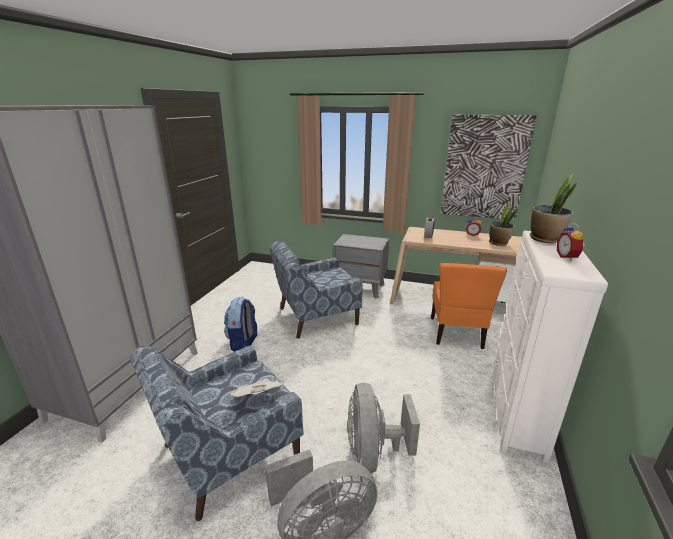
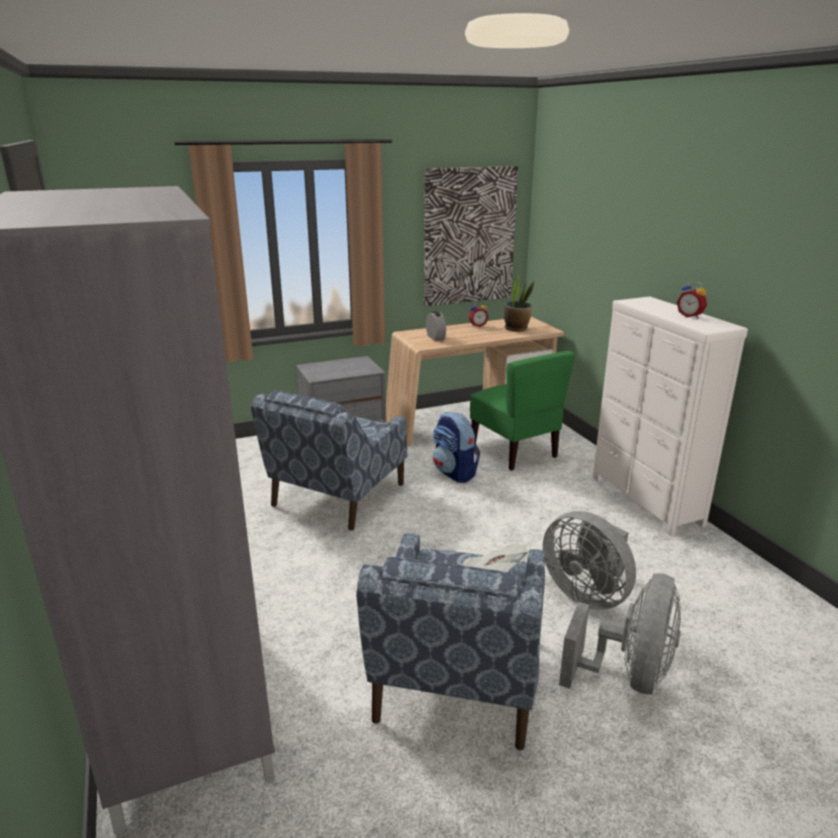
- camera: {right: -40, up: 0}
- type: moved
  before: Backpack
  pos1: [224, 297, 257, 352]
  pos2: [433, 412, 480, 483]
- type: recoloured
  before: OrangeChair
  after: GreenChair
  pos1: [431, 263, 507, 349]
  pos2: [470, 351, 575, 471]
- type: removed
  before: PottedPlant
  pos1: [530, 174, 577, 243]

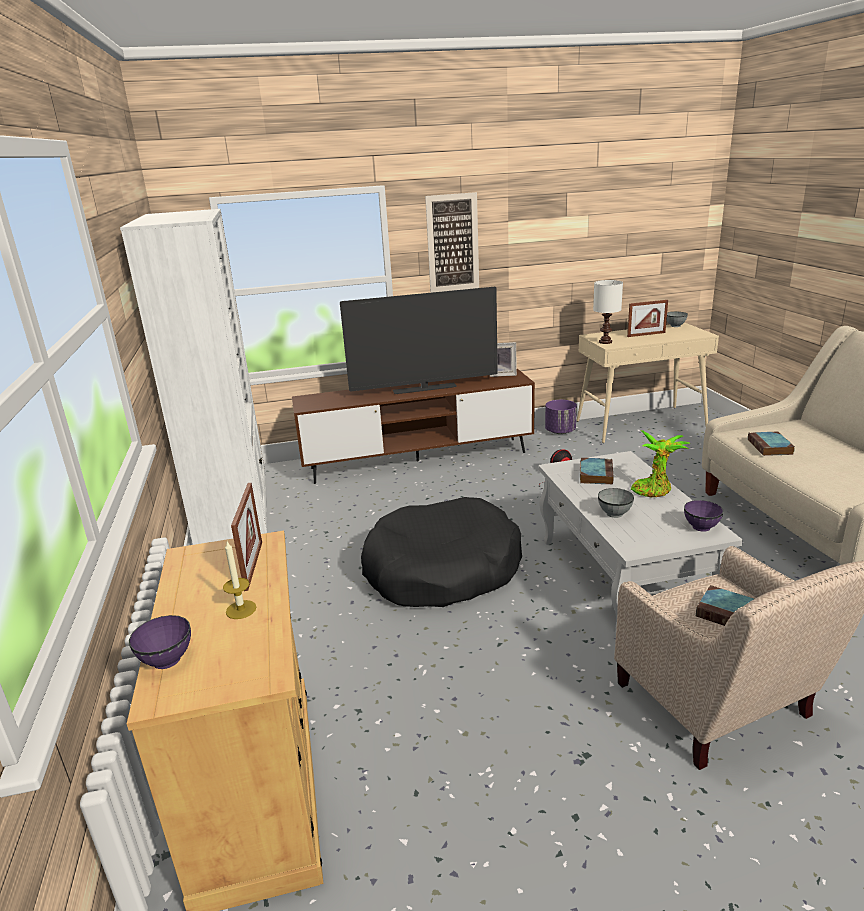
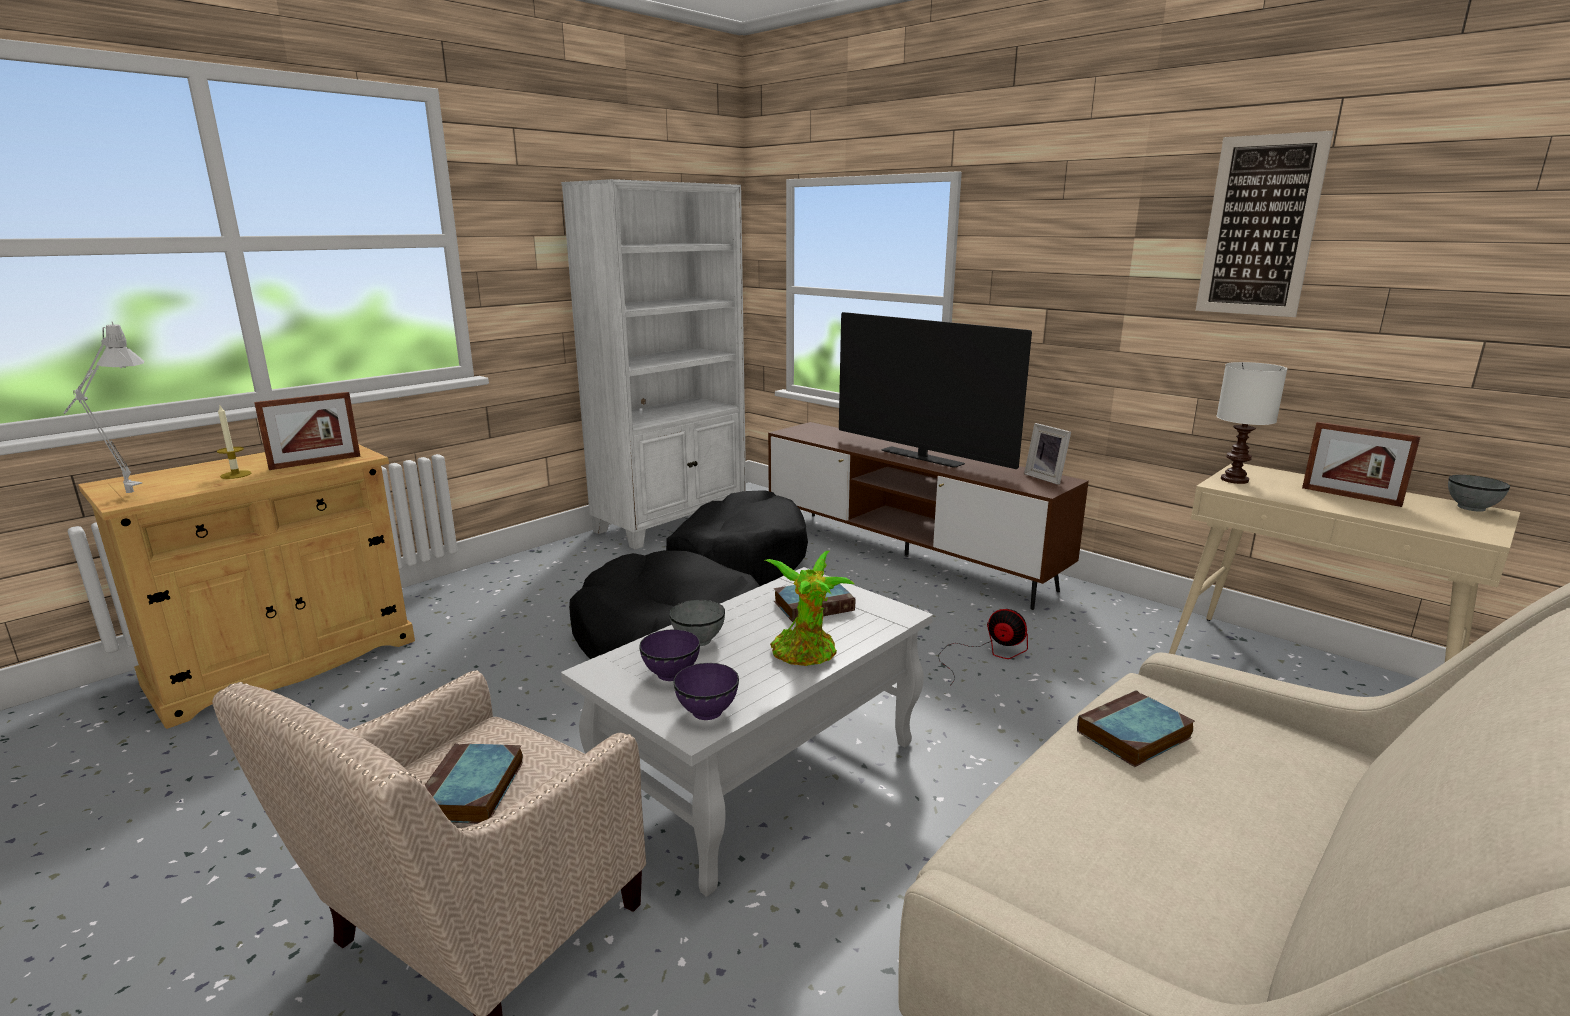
- camera: {right: 55, up: -5}
- type: added
  after: GreyTableLamp
  pos2: [64, 322, 144, 494]
- type: moved
  before: PurpleBowl
  pos1: [129, 615, 191, 669]
  pos2: [639, 629, 700, 681]
- type: added
  after: BlackDogBed
  pos2: [666, 490, 808, 586]
- type: moved
  before: Picture
  pos1: [425, 192, 479, 293]
  pos2: [1195, 131, 1333, 317]
- type: removed
  before: PurplePlanter
  pos1: [545, 400, 577, 434]

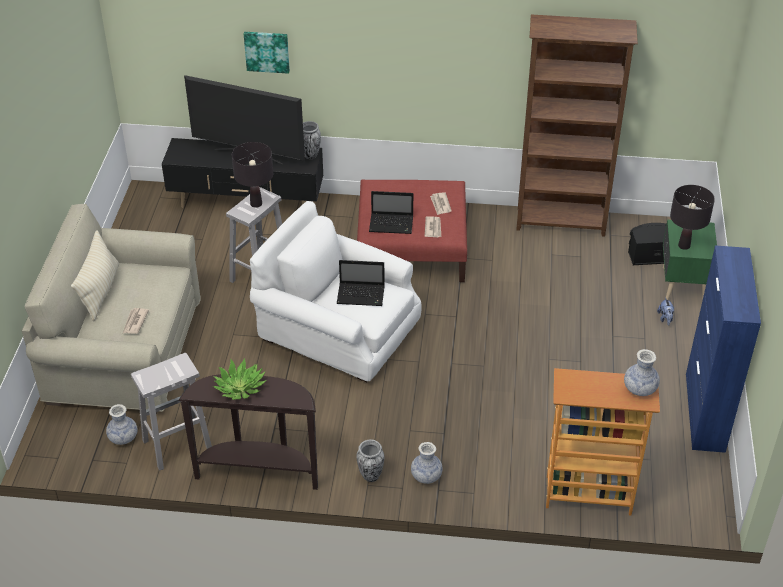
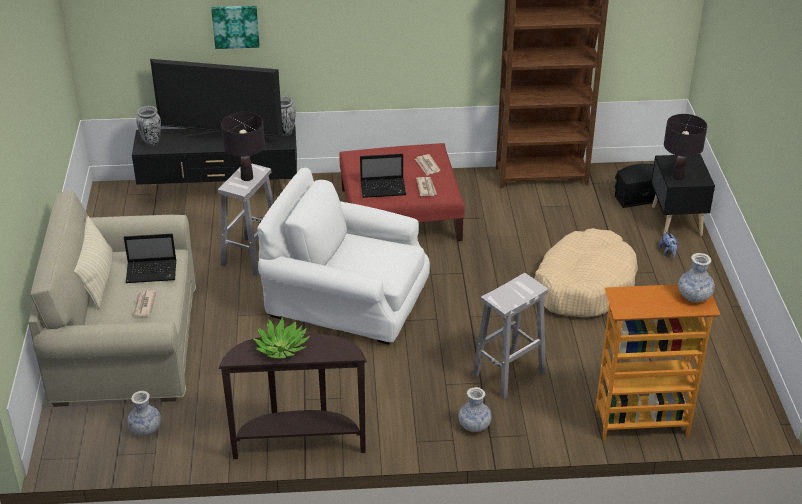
- camera: {right: -10, up: -5}
- type: moved
  before: Laptop
  pos1: [337, 260, 385, 306]
  pos2: [124, 234, 176, 283]
- type: moved
  before: Vase
  pos1: [356, 439, 384, 482]
  pos2: [136, 106, 161, 146]
- type: moved
  before: WhiteStool
  pos1: [131, 353, 212, 471]
  pos2: [472, 273, 548, 399]
- type: added
  after: BeigeDogBed
  pos2: [534, 228, 638, 317]
- type: recoloured
  before: GreenNightstand
  after: BlackNightstand
  pos1: [663, 220, 717, 301]
  pos2: [651, 154, 715, 236]
- type: removed
  before: BlueCabinet
  pos1: [686, 245, 761, 453]

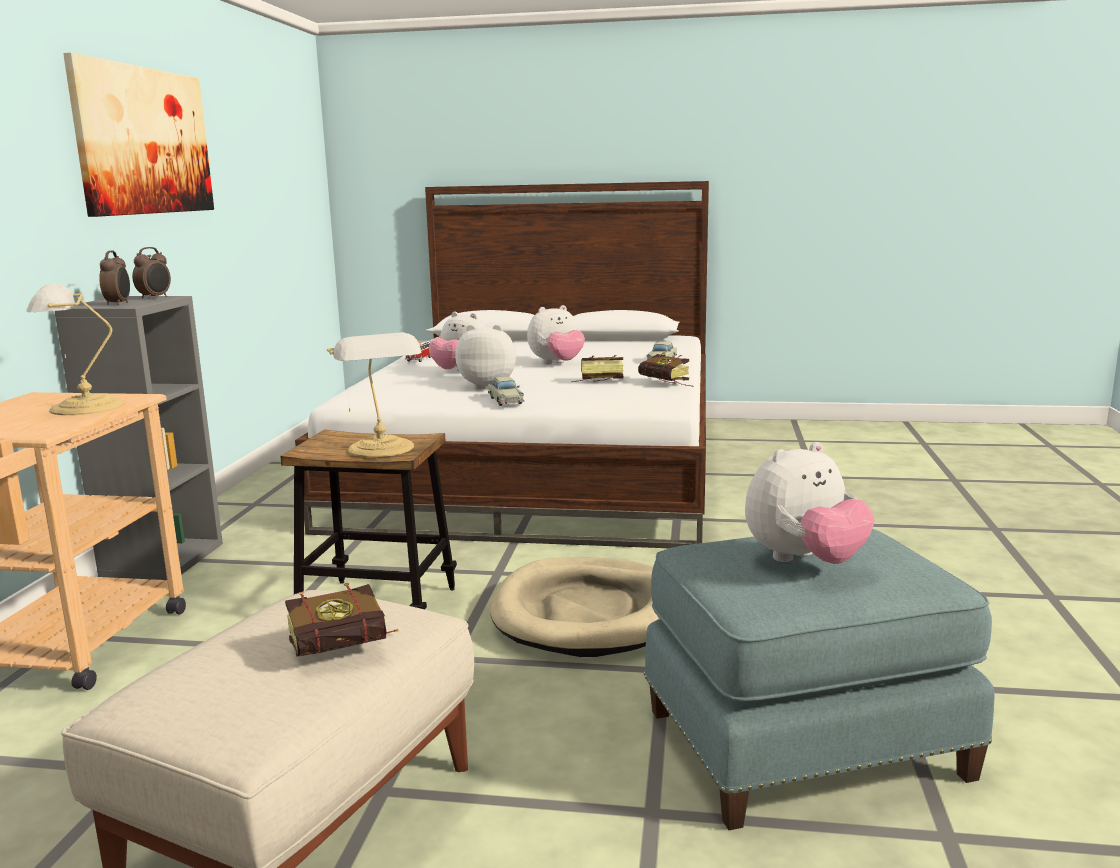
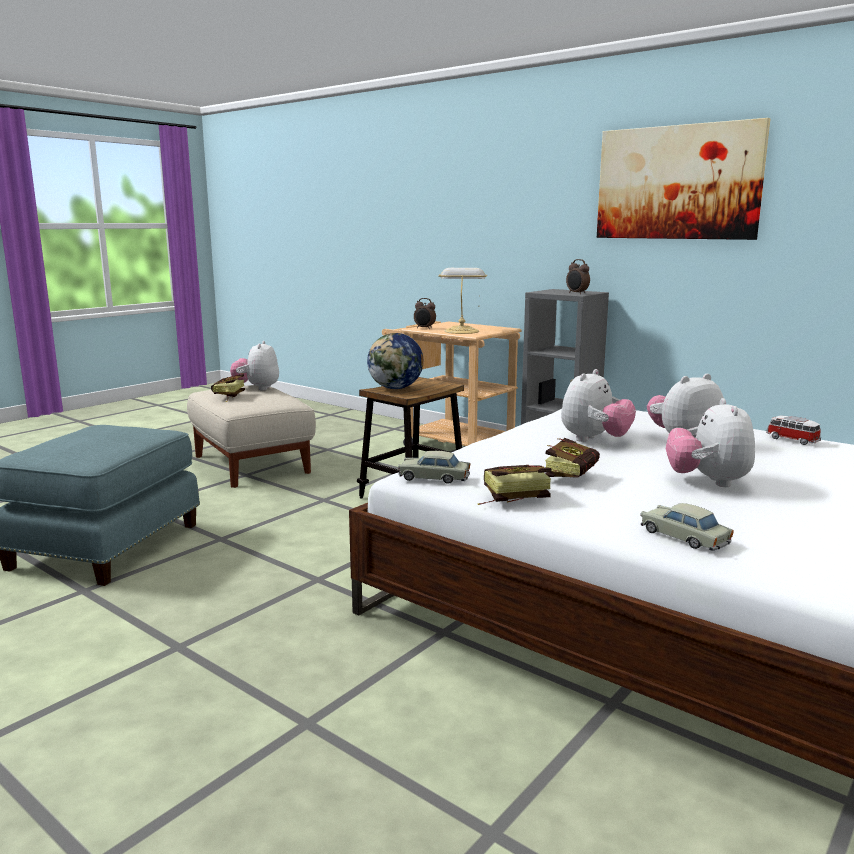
- camera: {right: 120, up: 0}
- type: moved
  before: PlushToy
  pos1: [745, 442, 875, 564]
  pos2: [230, 341, 279, 390]
- type: replaced
  before: TableLamp
  after: Globe
  pos1: [327, 332, 423, 457]
  pos2: [367, 333, 424, 389]
- type: moved
  before: BeigeToyCar
  pos1: [488, 377, 524, 406]
  pos2: [398, 451, 470, 484]
- type: moved
  before: AlarmClock
  pos1: [99, 251, 130, 305]
  pos2: [414, 298, 436, 329]
- type: removed
  before: BeigeDogBed
  pos1: [490, 557, 660, 657]

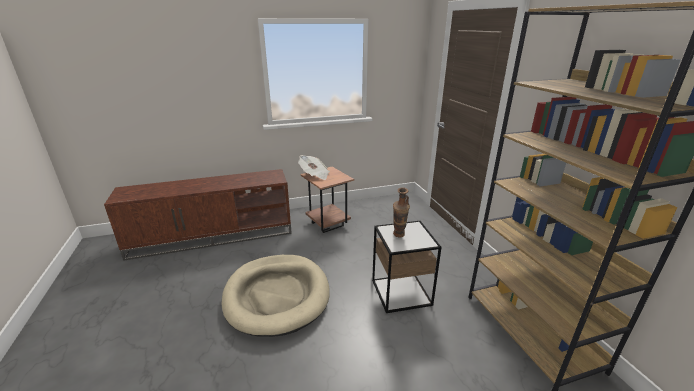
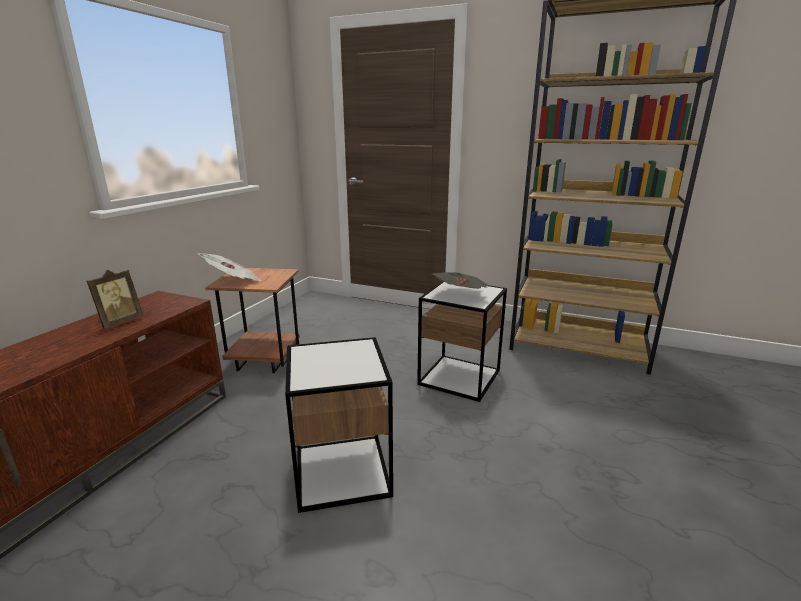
- camera: {right: -50, up: -5}
- type: added
  after: PictureFrame
  pos2: [87, 270, 143, 329]
- type: replaced
  before: BeigeDogBed
  after: SideTable
  pos1: [221, 255, 330, 337]
  pos2: [285, 337, 393, 513]
- type: replaced
  before: Vase
  after: Newspaper
  pos1: [393, 187, 410, 238]
  pos2: [432, 272, 489, 289]

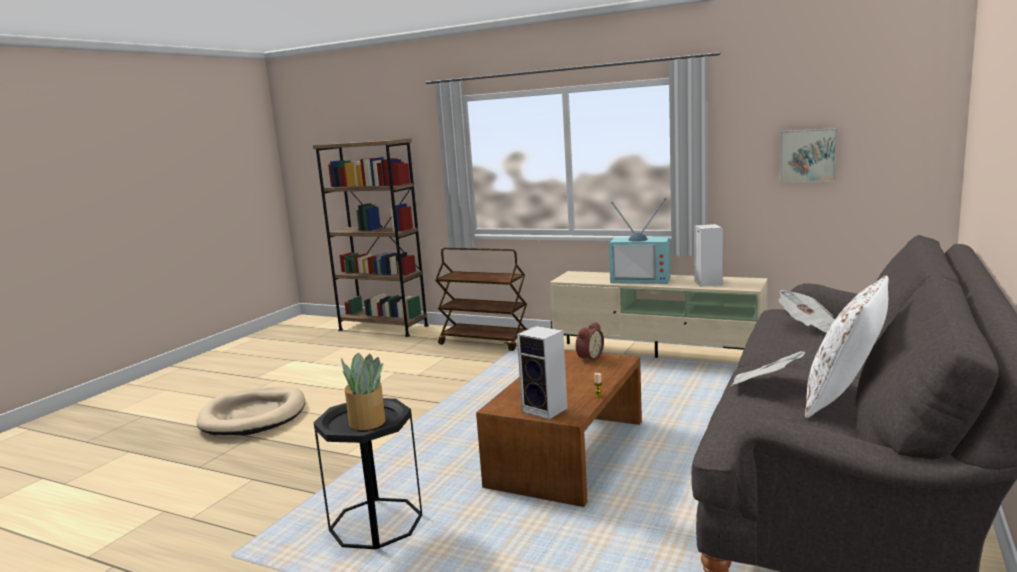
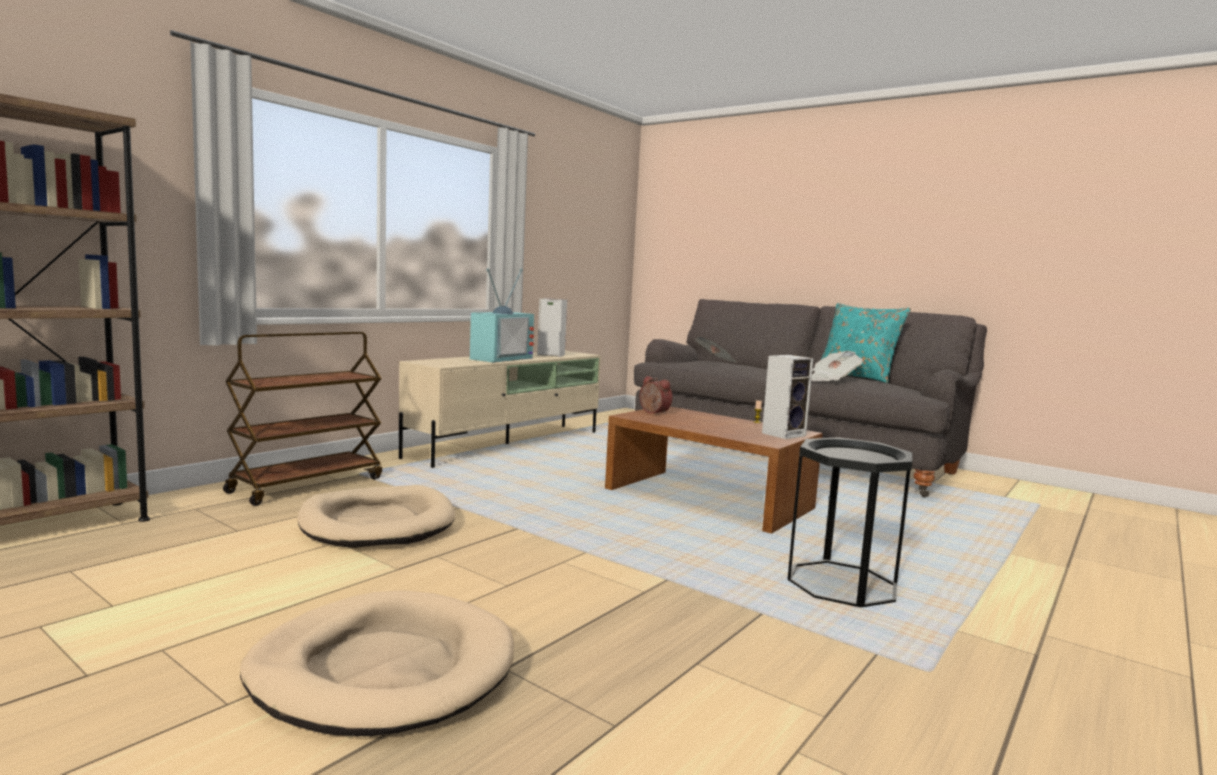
- camera: {right: -80, up: -5}
- type: added
  after: BeigeDogBed
  pos2: [297, 485, 455, 548]
- type: recoloured
  before: WhitePillow
  after: TurquoisePillow
  pos1: [805, 276, 889, 418]
  pos2: [821, 303, 911, 383]
- type: removed
  before: PottedPlant
  pos1: [341, 353, 386, 430]
- type: removed
  before: Picture
  pos1: [780, 128, 837, 183]

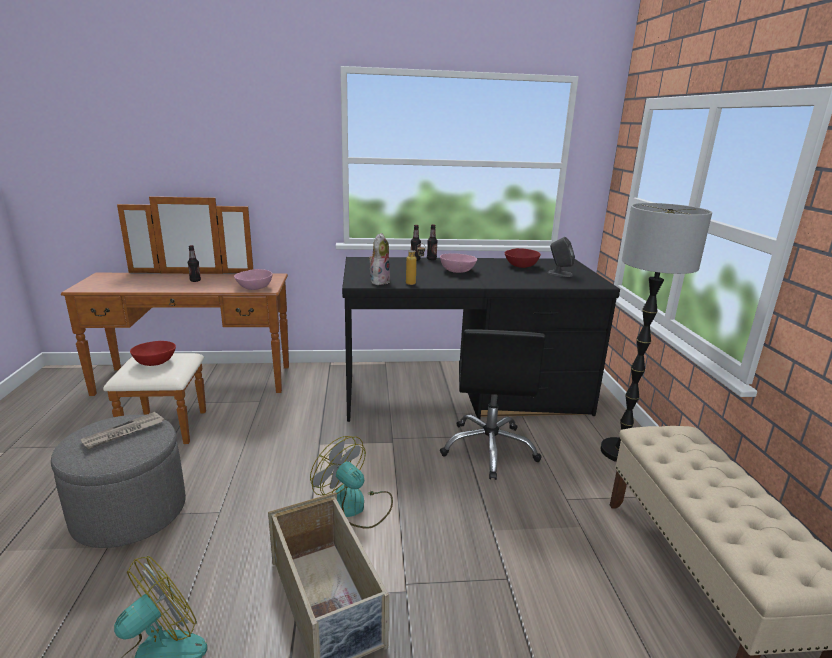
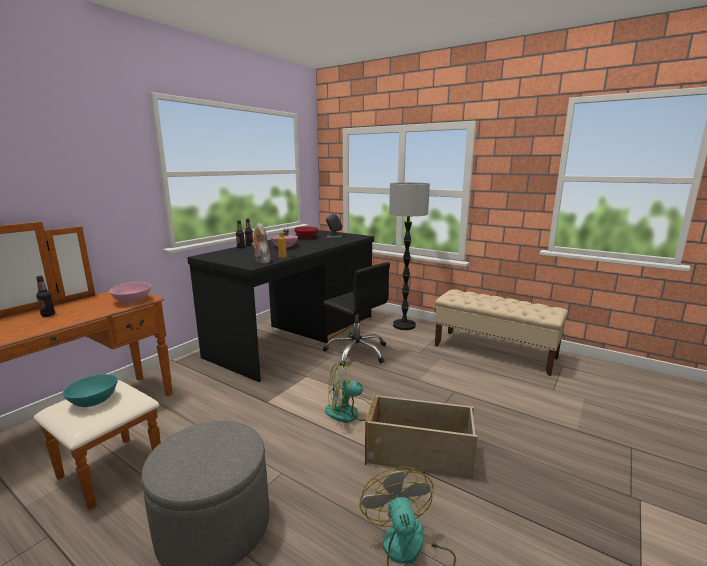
- camera: {right: -50, up: -5}
- type: recoloured
  before: RedBowl
  after: TurquoiseBowl
  pos1: [130, 341, 176, 366]
  pos2: [63, 374, 118, 407]
- type: removed
  before: Newspaper
  pos1: [81, 412, 164, 449]

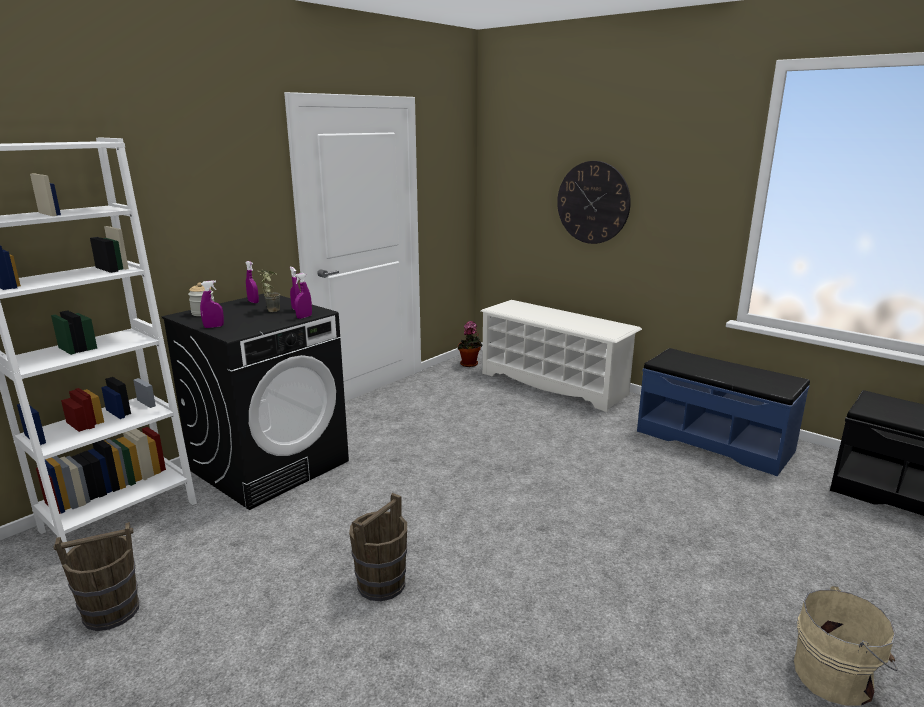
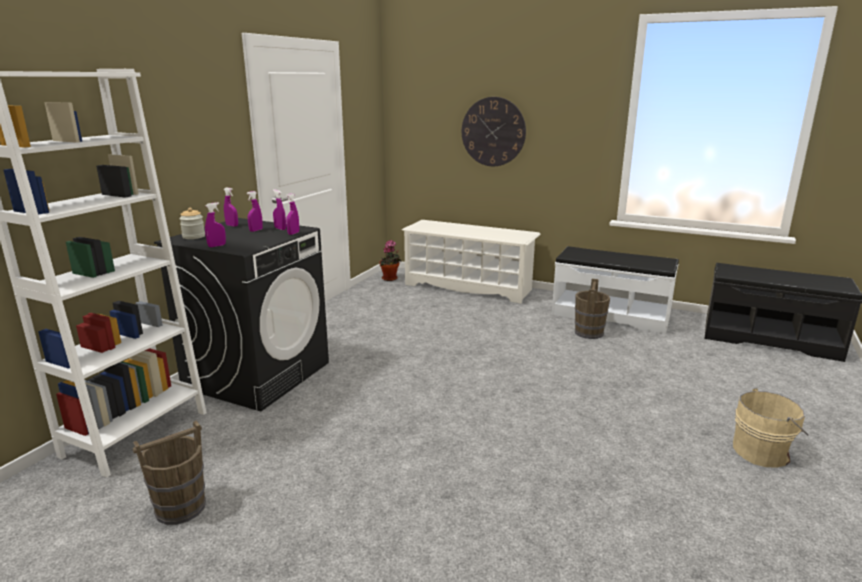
- camera: {right: -15, up: 0}
- type: replaced
  before: PottedPlant
  after: PurpleSprayBottle
  pos1: [258, 270, 280, 312]
  pos2: [247, 191, 263, 232]
- type: recoloured
  before: BlueBench
  after: WhiteBench
  pos1: [637, 348, 810, 476]
  pos2: [552, 246, 679, 334]
- type: moved
  before: BrownBucket
  pos1: [349, 493, 407, 601]
  pos2: [575, 279, 610, 339]

